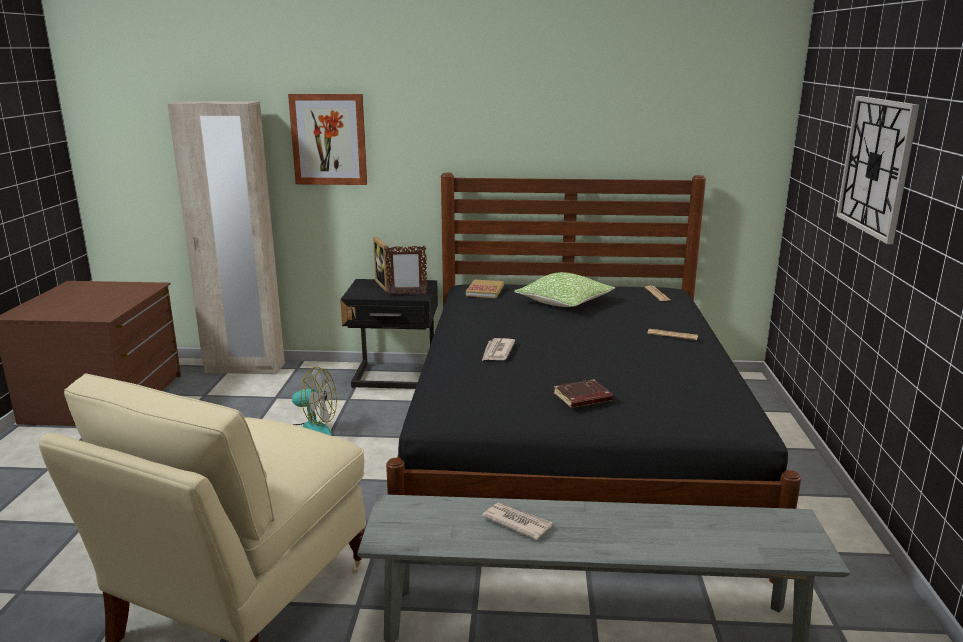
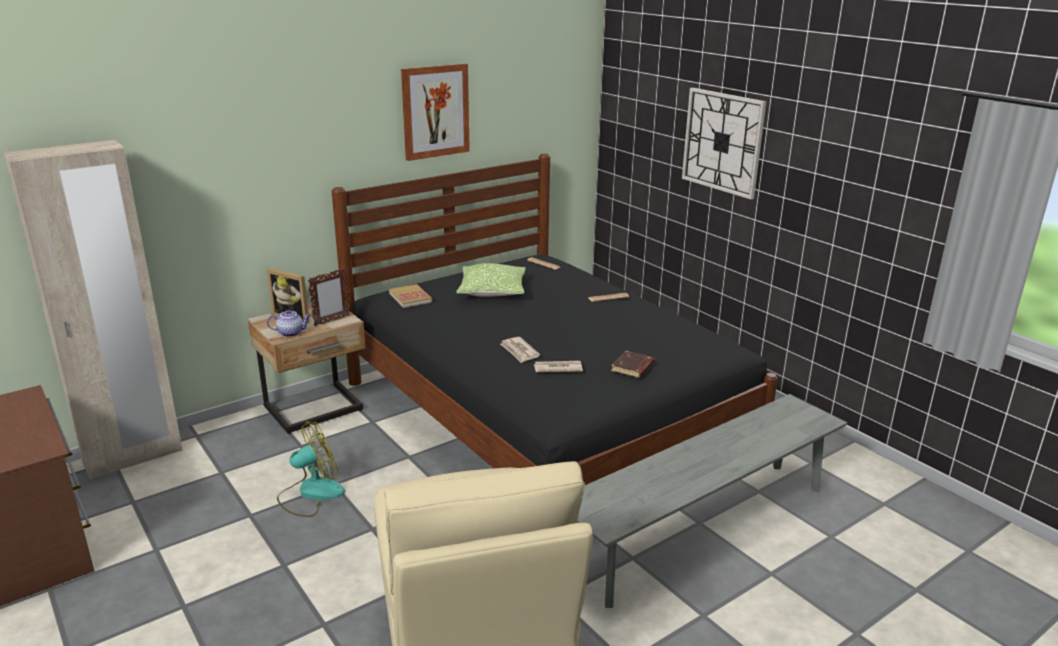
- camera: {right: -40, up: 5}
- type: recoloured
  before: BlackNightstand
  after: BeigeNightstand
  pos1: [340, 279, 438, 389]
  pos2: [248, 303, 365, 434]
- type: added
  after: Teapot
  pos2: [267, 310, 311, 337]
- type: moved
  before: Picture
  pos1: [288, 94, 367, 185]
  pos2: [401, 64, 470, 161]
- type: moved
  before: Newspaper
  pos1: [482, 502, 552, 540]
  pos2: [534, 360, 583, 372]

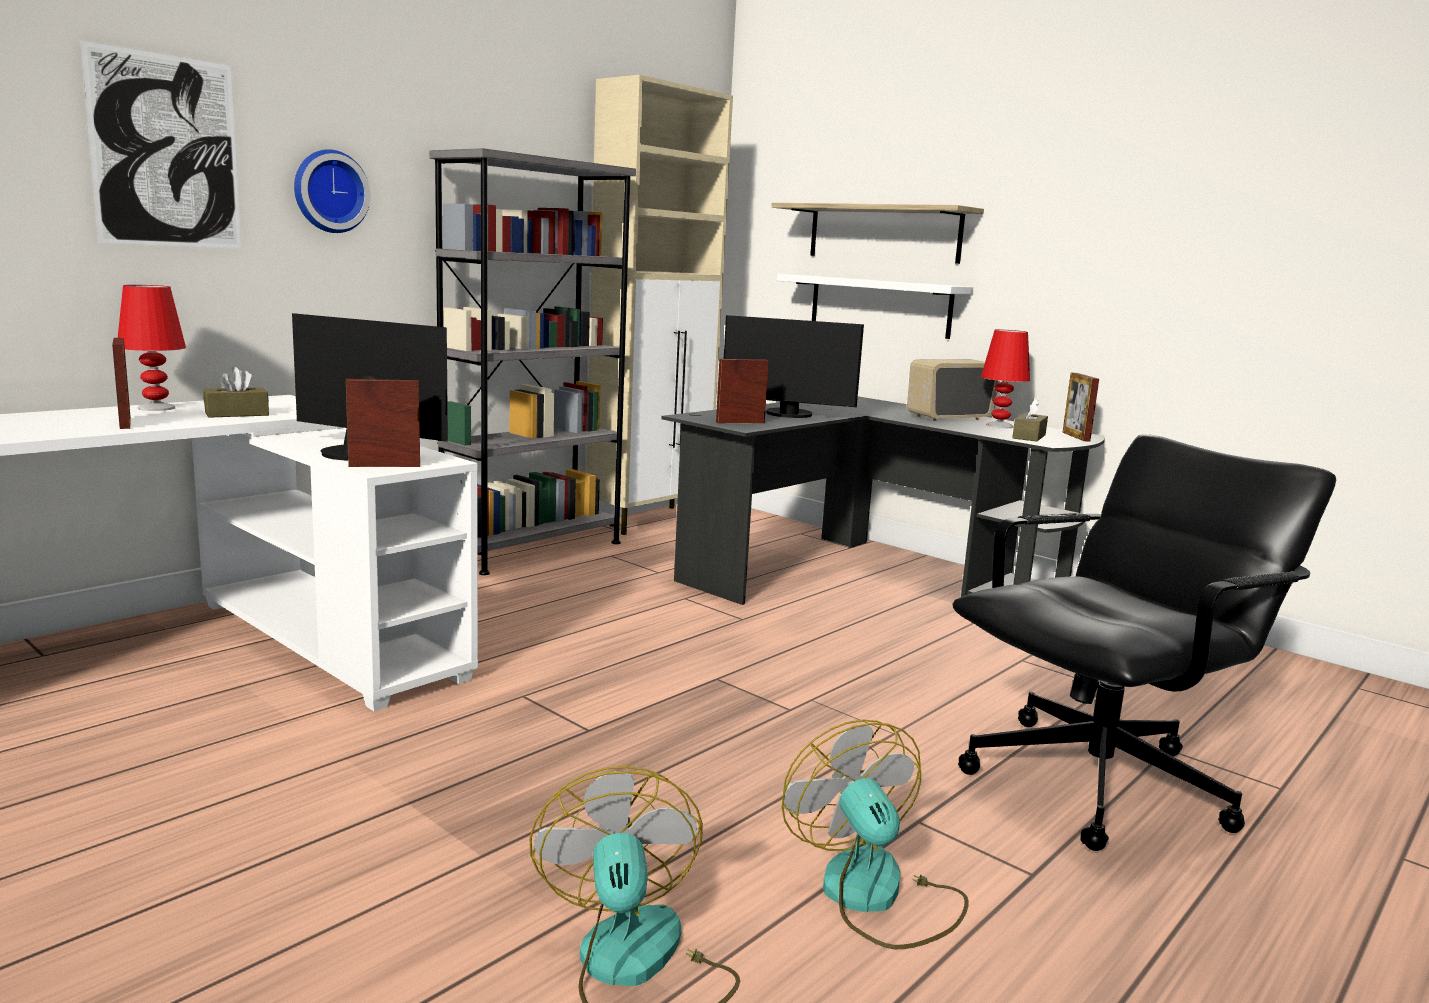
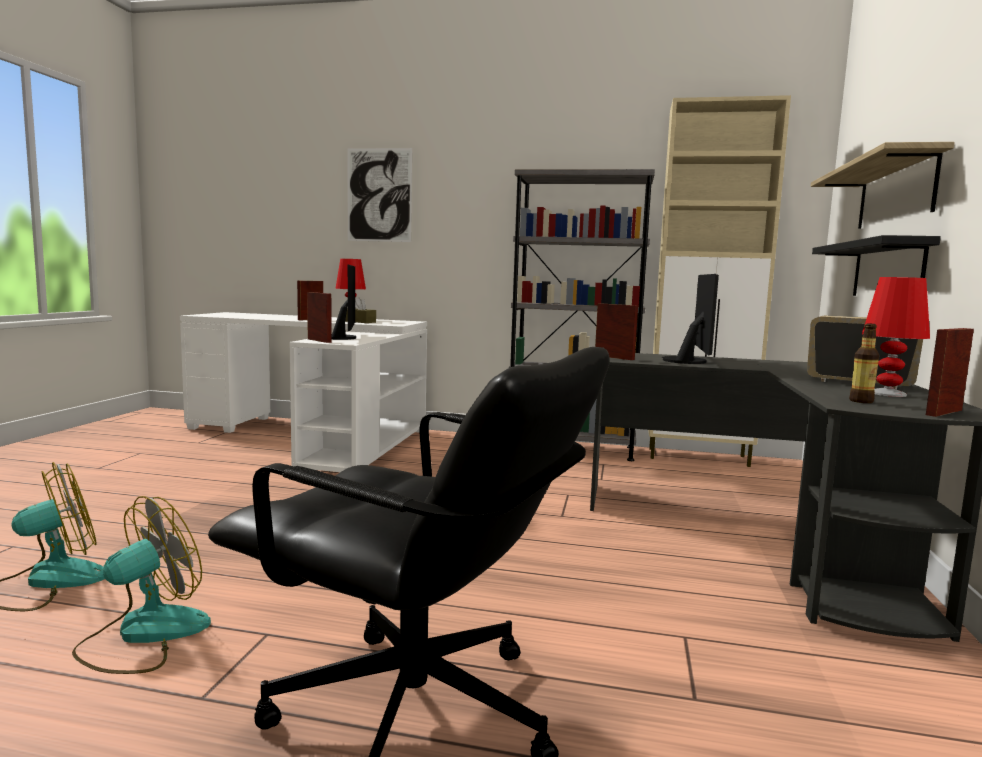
- camera: {right: 60, up: -5}
- type: turned
  before: Monitor
  pos1: [724, 315, 864, 418]
  pos2: [662, 274, 719, 364]
  turn: -150
- type: recoloured
  before: WhiteShelf
  after: BlackShelf
  pos1: [777, 274, 973, 339]
  pos2: [812, 235, 941, 296]
- type: replaced
  before: BrownTissueBox
  after: Bottle
  pos1: [1012, 398, 1048, 442]
  pos2: [849, 323, 879, 403]
- type: removed
  before: WallClock
  pos1: [294, 149, 371, 233]

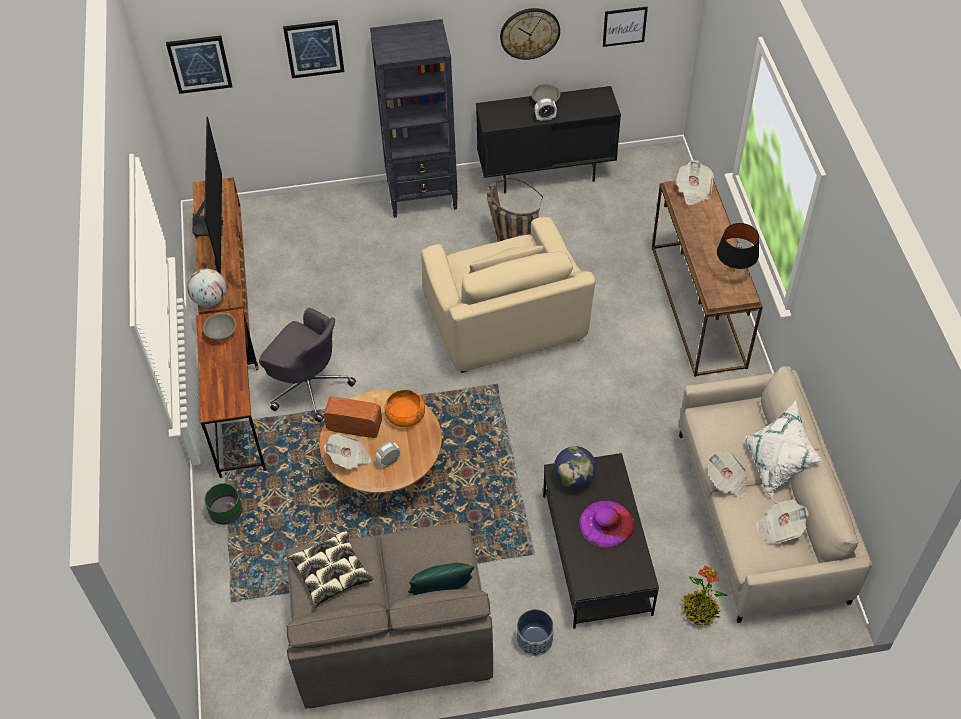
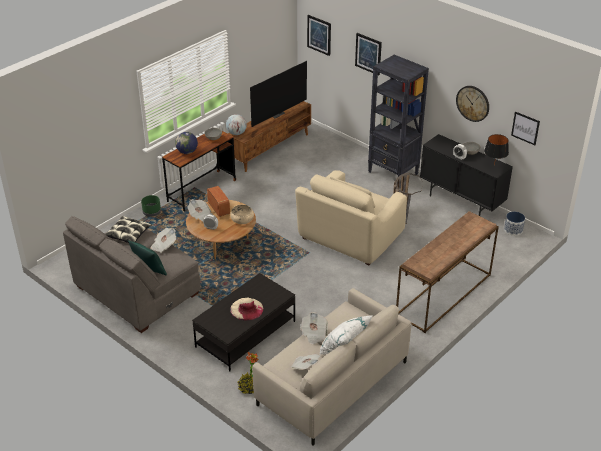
- camera: {right: 50, up: -15}
- type: moved
  before: Newspaper
  pos1: [676, 160, 714, 205]
  pos2: [150, 228, 176, 253]
- type: moved
  before: Globe
  pos1: [554, 446, 596, 489]
  pos2: [175, 132, 198, 154]
- type: recoloured
  before: OrangeBowl
  after: BeigeBowl
  pos1: [384, 390, 425, 427]
  pos2: [230, 205, 254, 224]
- type: recoloured
  before: PurpleHat
  after: BeigeHat
  pos1: [579, 501, 634, 548]
  pos2: [230, 298, 263, 321]
- type: moved
  before: BlackTableLamp
  pos1: [717, 223, 759, 271]
  pos2: [484, 134, 509, 165]
- type: moved
  before: Planter
  pos1: [517, 609, 554, 656]
  pos2: [504, 211, 525, 236]
- type: removed
  before: GreyOfficeChair
  pos1: [259, 308, 356, 423]

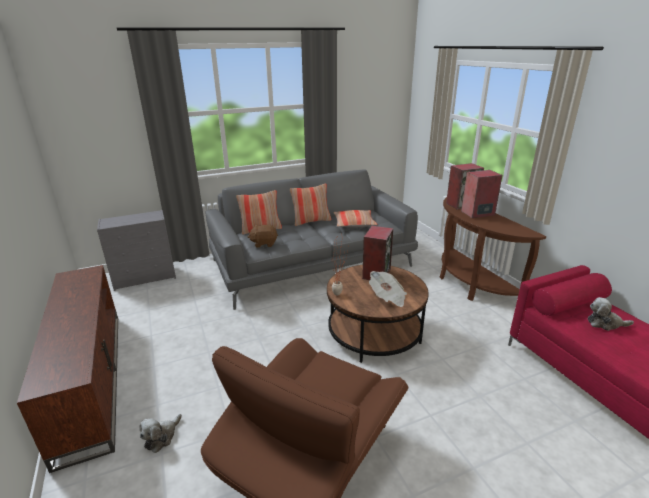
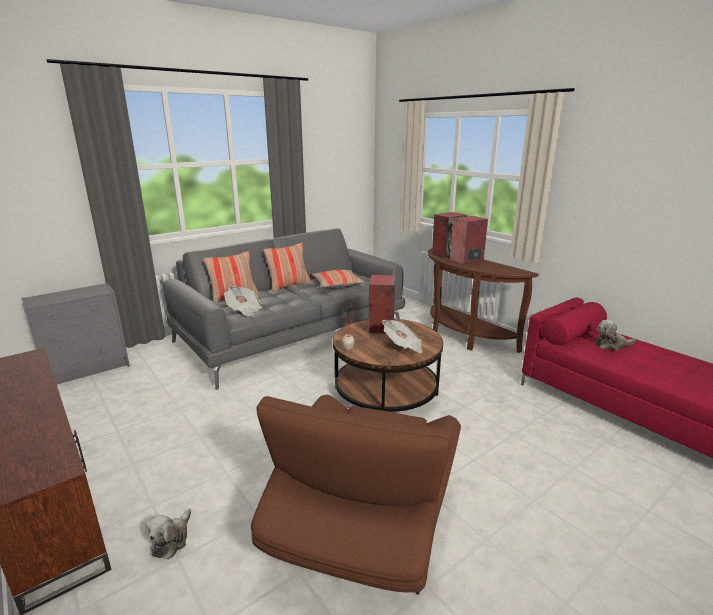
- camera: {right: -15, up: -5}
- type: replaced
  before: BrownPlushToy
  after: Newspaper
  pos1: [248, 225, 278, 248]
  pos2: [224, 286, 262, 317]

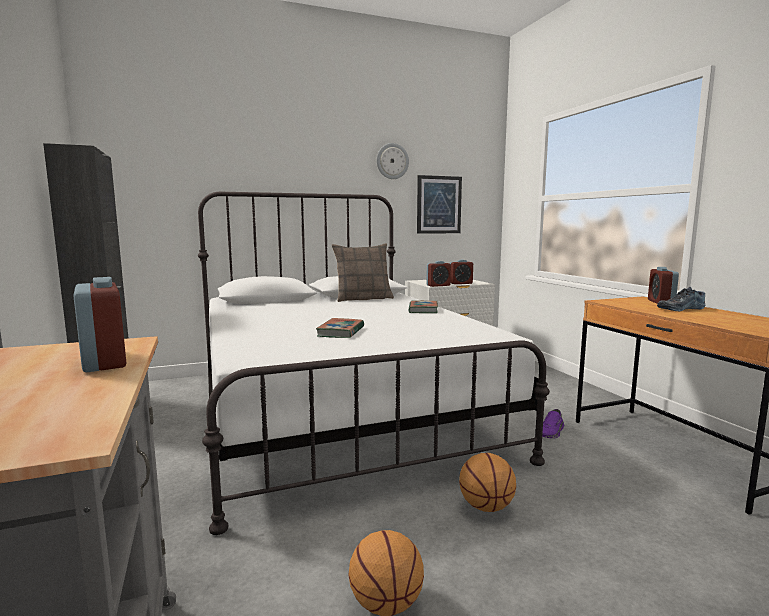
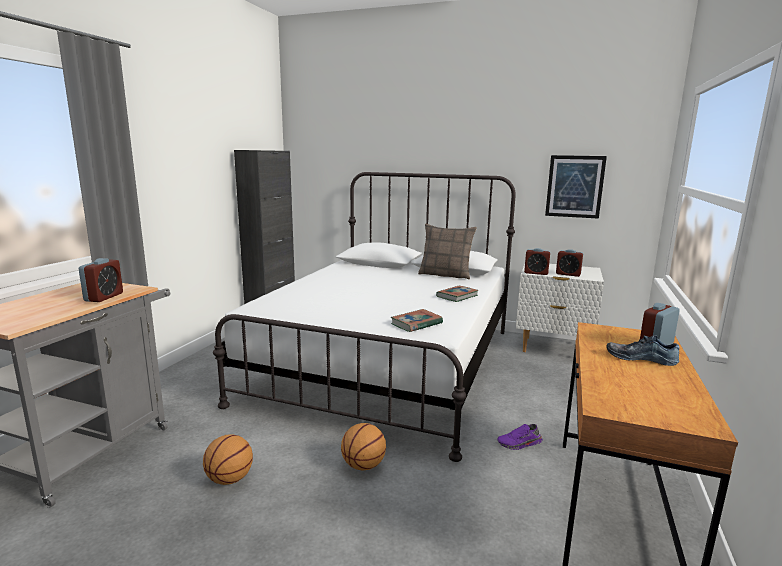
- camera: {right: 40, up: 5}
- type: moved
  before: Book
  pos1: [316, 318, 364, 338]
  pos2: [391, 309, 443, 332]
- type: removed
  before: WallClock
  pos1: [377, 143, 409, 179]

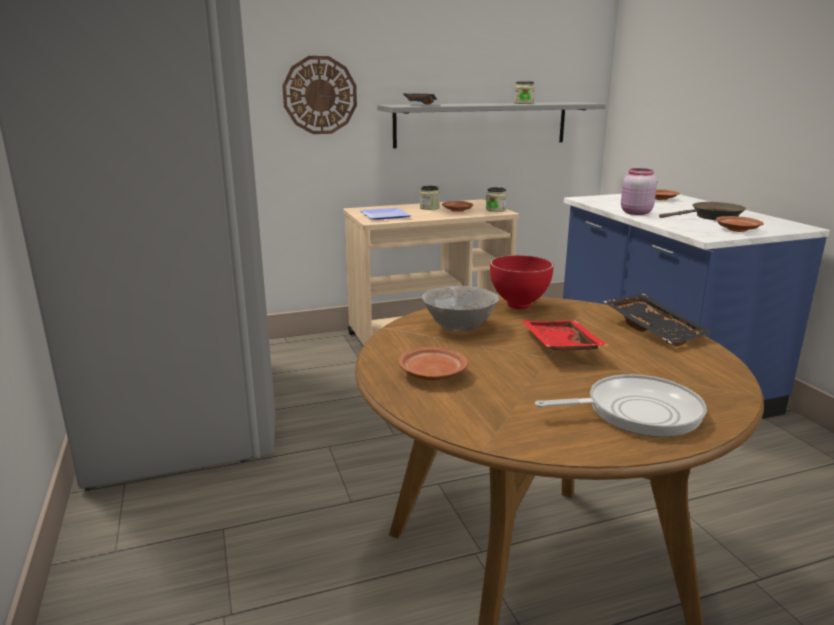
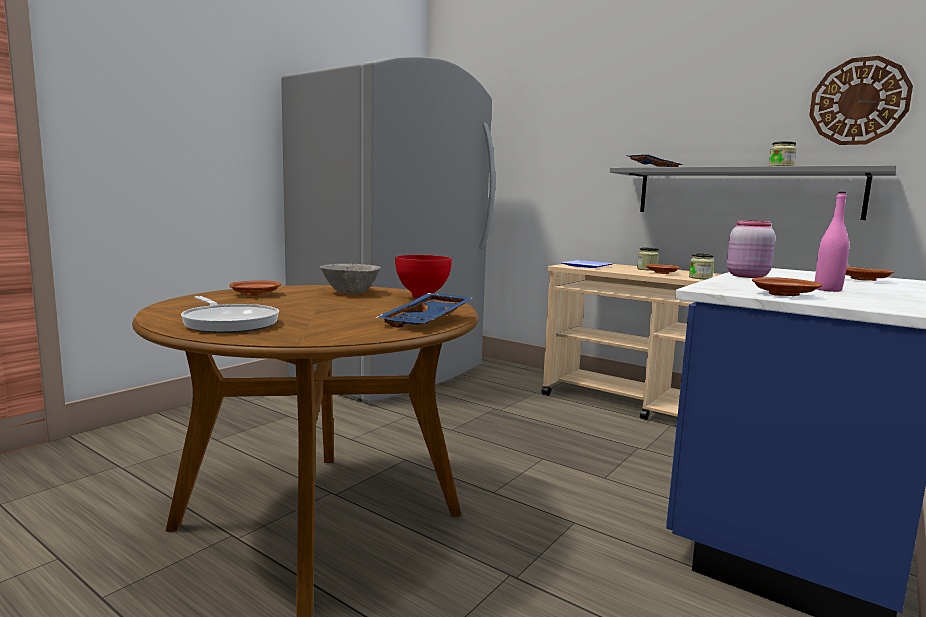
- camera: {right: 55, up: -10}
- type: recoloured
  before: BlackTray
  after: BlueTray
  pos1: [603, 293, 713, 346]
  pos2: [375, 293, 473, 328]
- type: moved
  before: WallClock
  pos1: [282, 56, 357, 134]
  pos2: [809, 56, 913, 145]
- type: replaced
  before: BrownFryingPan
  after: PinkBottle
  pos1: [659, 202, 746, 220]
  pos2: [815, 192, 849, 292]
- type: removed
  before: RedTray
  pos1: [521, 320, 608, 351]

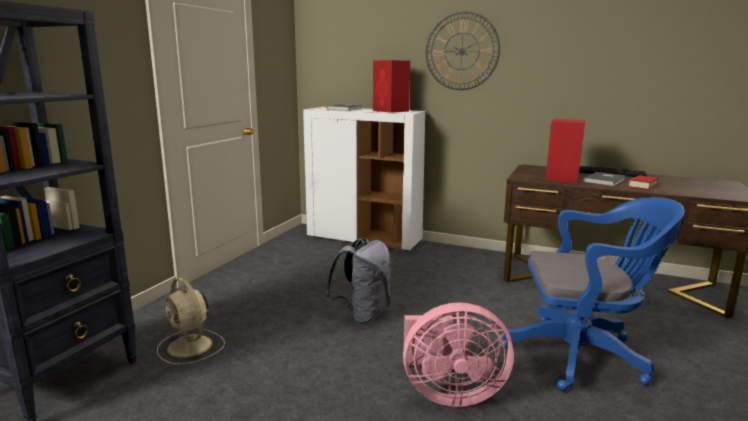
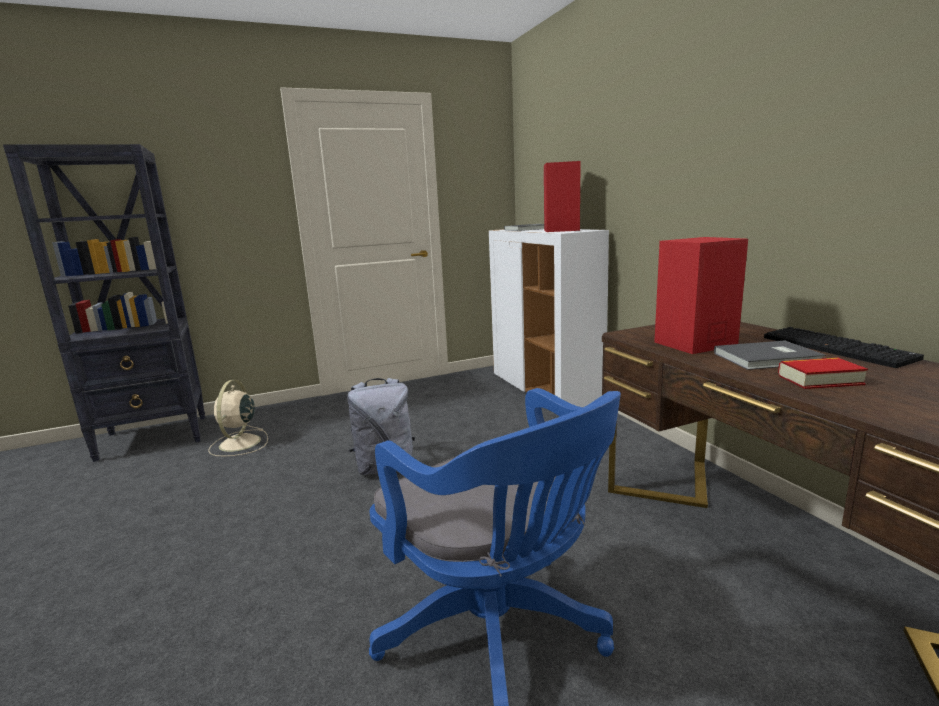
- camera: {right: 45, up: 0}
- type: removed
  before: PinkFan
  pos1: [403, 302, 514, 407]
- type: removed
  before: WallClock
  pos1: [426, 11, 500, 90]

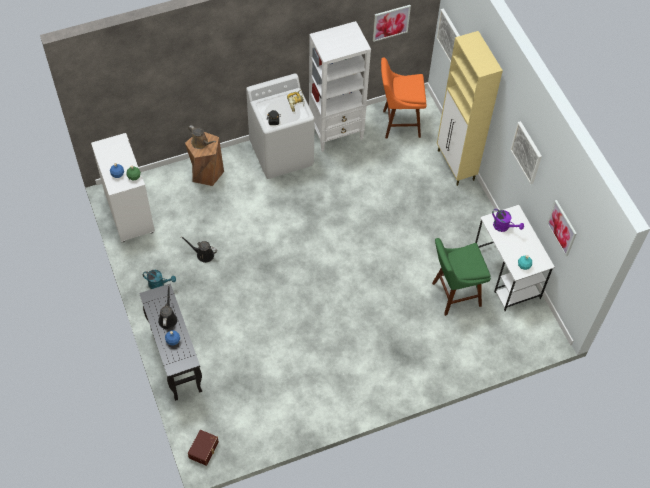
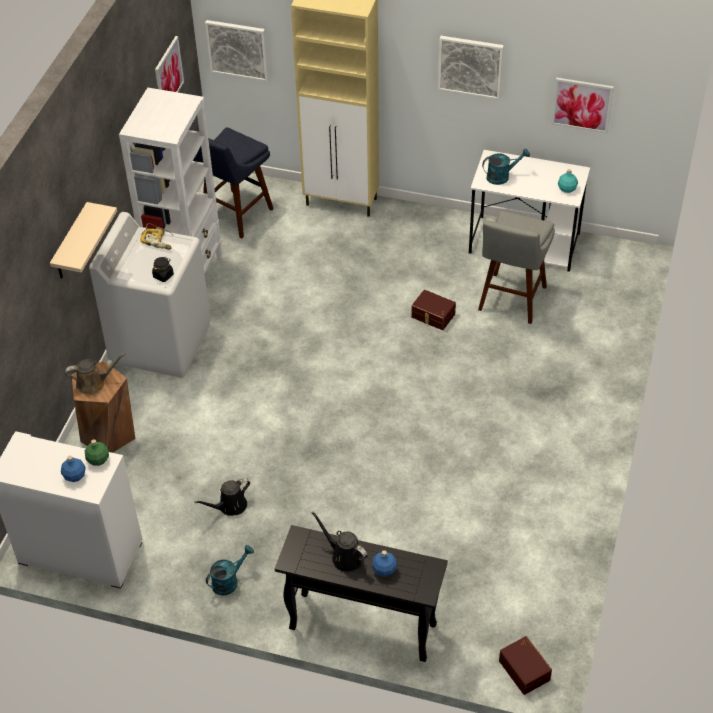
- camera: {right: -50, up: -10}
- type: added
  after: BeigeShelf
  pos2: [50, 202, 117, 279]
- type: recoloured
  before: OrangeStool
  after: BlueStool
  pos1: [381, 57, 427, 138]
  pos2: [189, 127, 273, 238]
- type: added
  after: BrownStorageBox
  pos2: [411, 290, 456, 330]
- type: recoloured
  before: GreenStool
  after: GreyStool
  pos1: [432, 238, 491, 316]
  pos2: [478, 211, 555, 324]
- type: recoloured
  before: PurpleWateringCan
  after: TurquoiseWateringCan
  pos1: [492, 209, 524, 232]
  pos2: [482, 148, 530, 185]

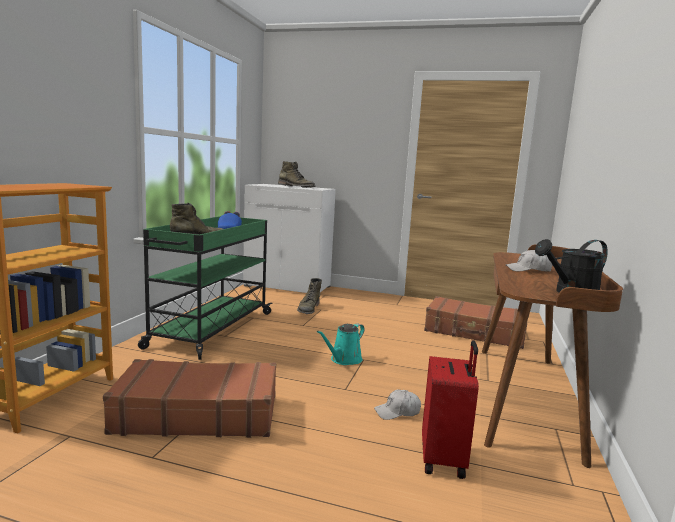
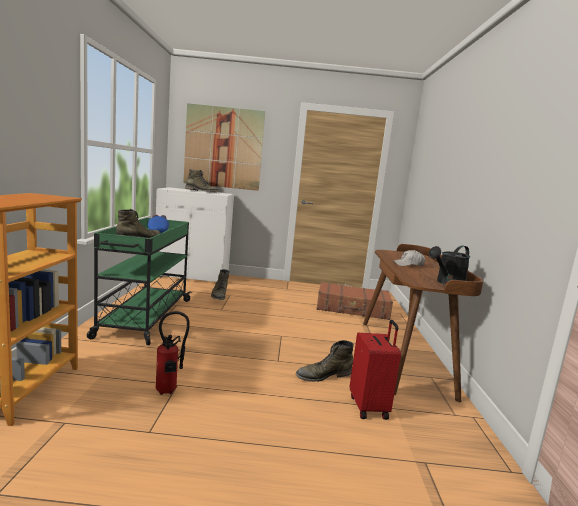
- camera: {right: -15, up: 0}
- type: replaced
  before: BrownSuitcase
  after: FireExtinguisher
  pos1: [103, 359, 276, 438]
  pos2: [156, 311, 190, 395]
- type: added
  after: Picture
  pos2: [183, 103, 265, 191]
- type: replaced
  before: WhiteCap
  after: GreenBoot
  pos1: [374, 389, 421, 420]
  pos2: [296, 340, 354, 382]
- type: removed
  before: TurquoiseWateringCan
  pos1: [317, 323, 365, 365]

